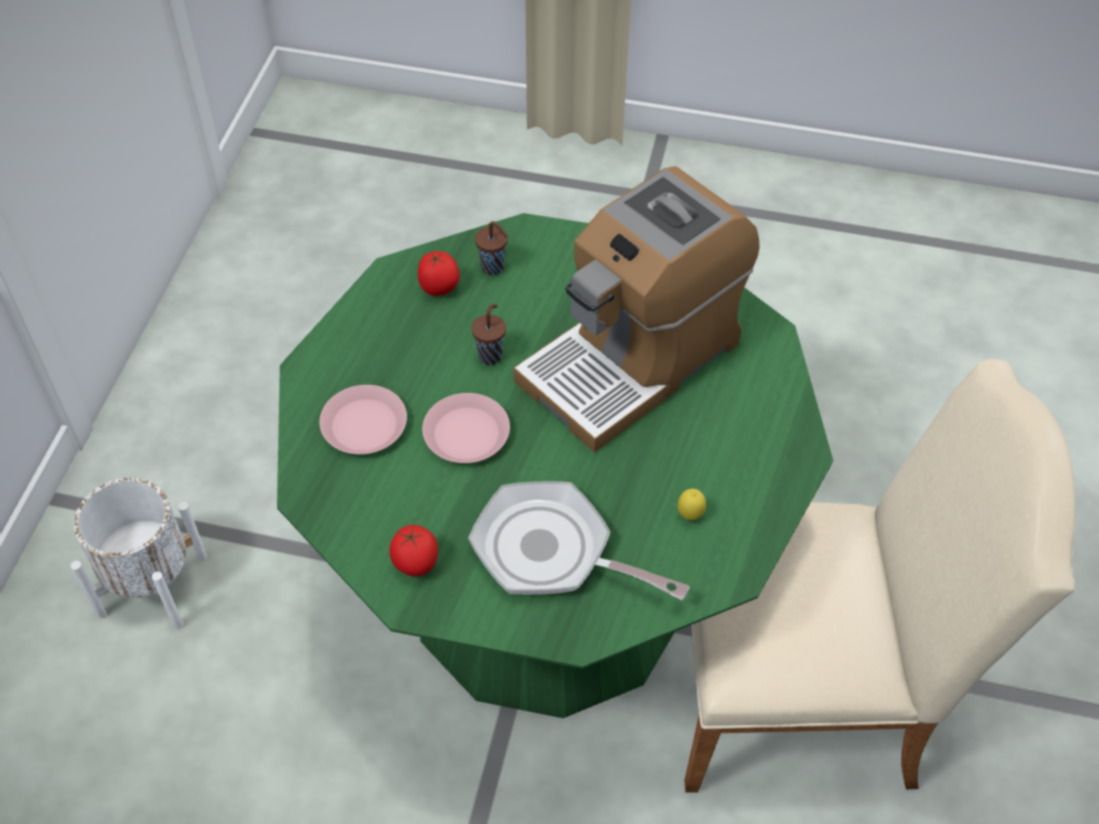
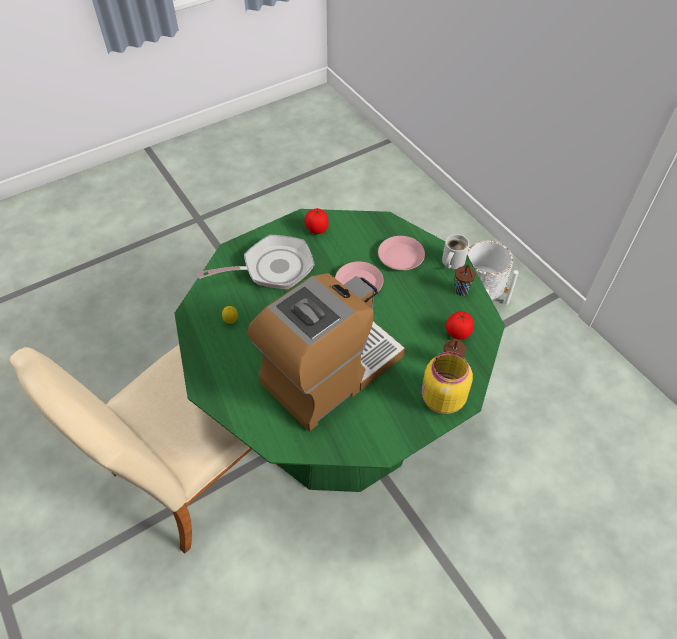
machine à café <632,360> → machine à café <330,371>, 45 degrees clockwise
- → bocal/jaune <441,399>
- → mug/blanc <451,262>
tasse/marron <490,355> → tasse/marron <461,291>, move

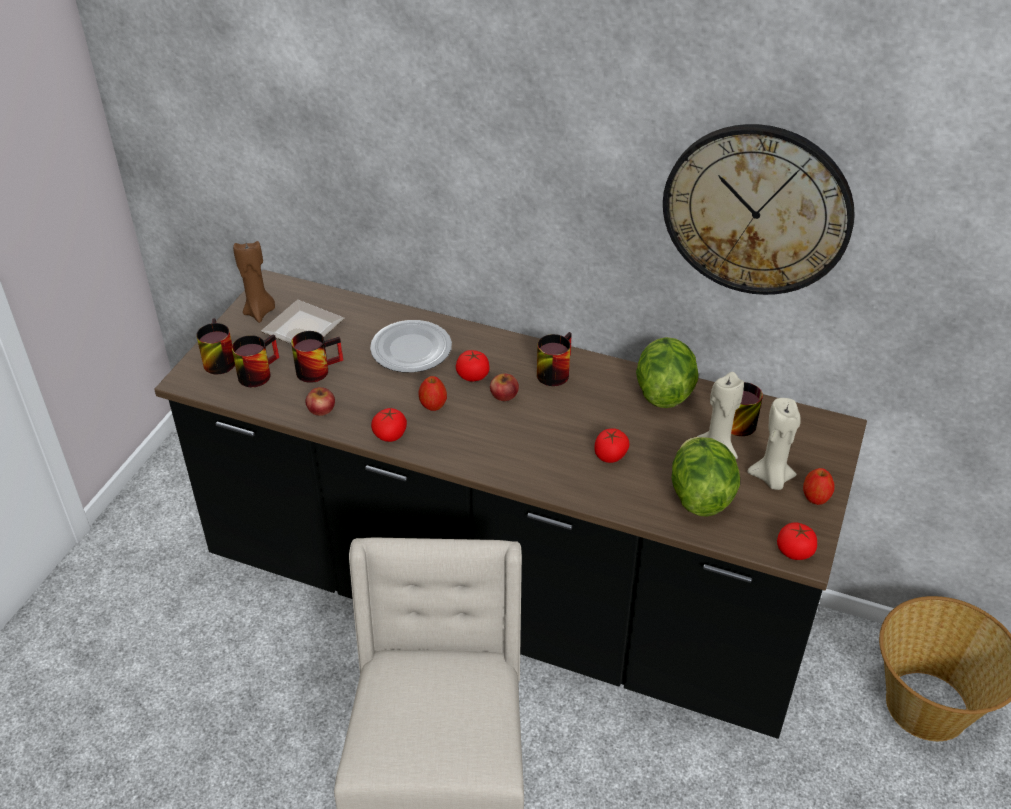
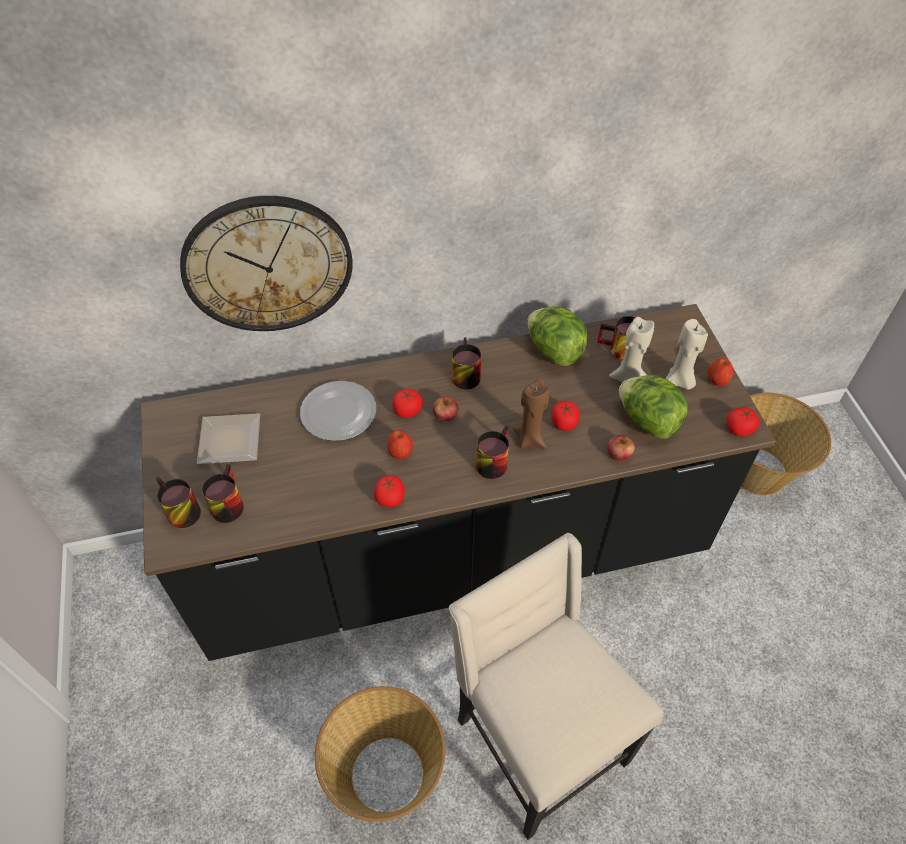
horloge murale <757,210> → horloge murale <267,265>, move
- → panier <386,775>
mug <317,368> → mug <491,460>, move
bougie/marron <260,312> → bougie/marron <530,438>, move
pomme <321,409> → pomme <619,453>, move

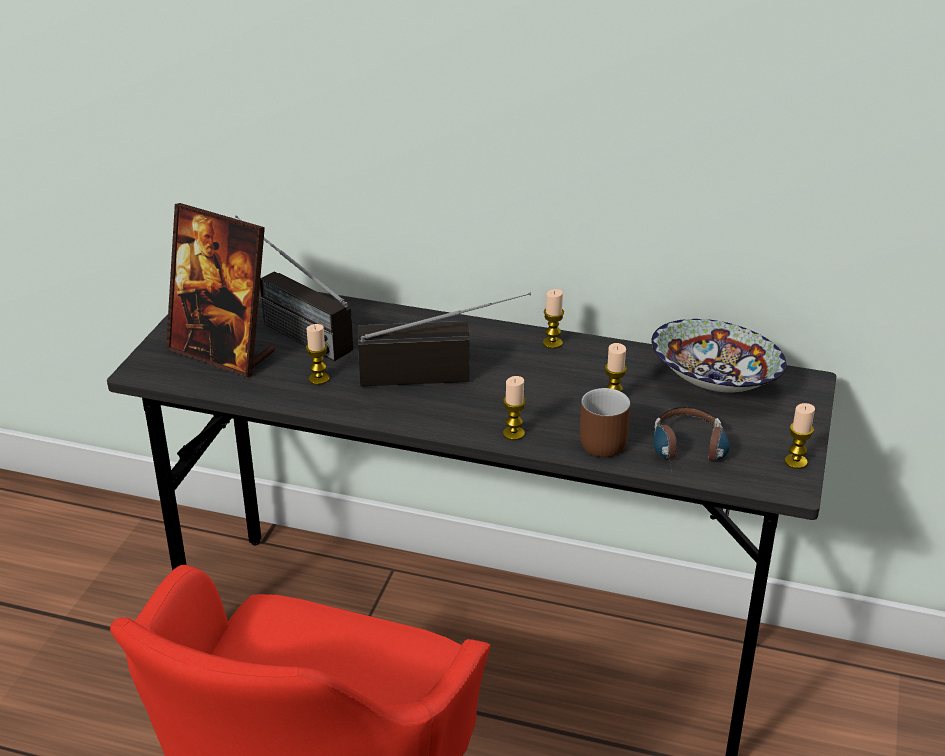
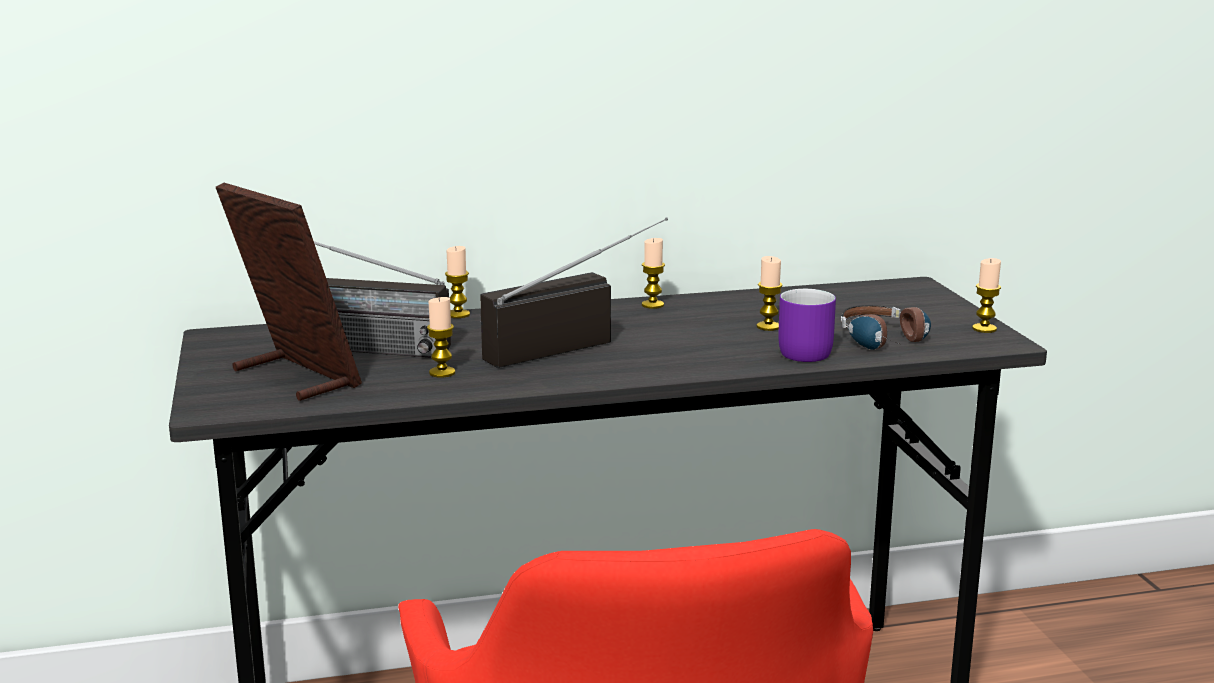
cadre photo <222,352> → cadre photo <294,377>, 135 degrees counterclockwise
bougie <513,434> → bougie <458,314>, move
mug/marron <602,440> → mug/violet <798,351>
bol <713,383> → -

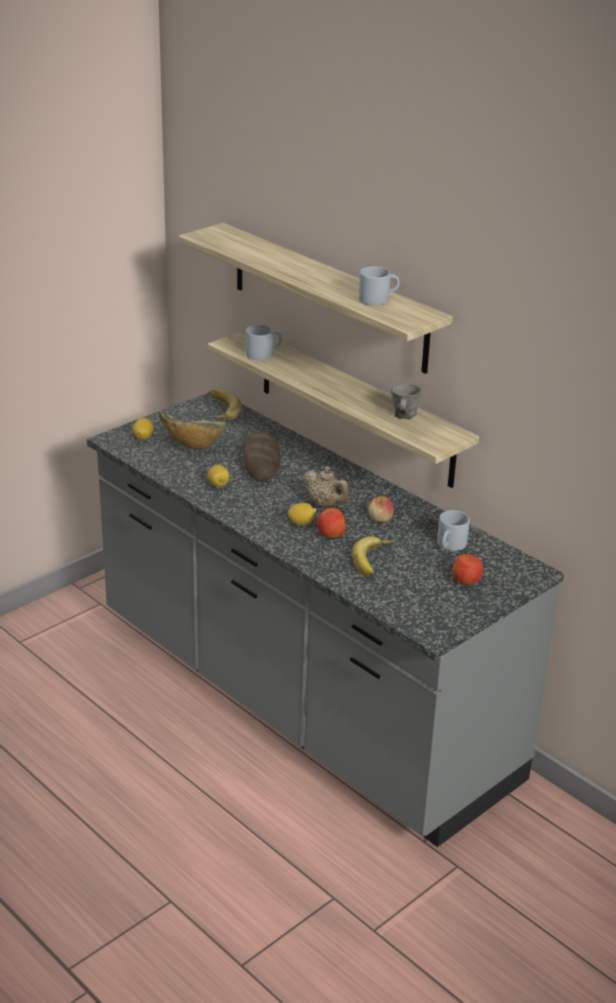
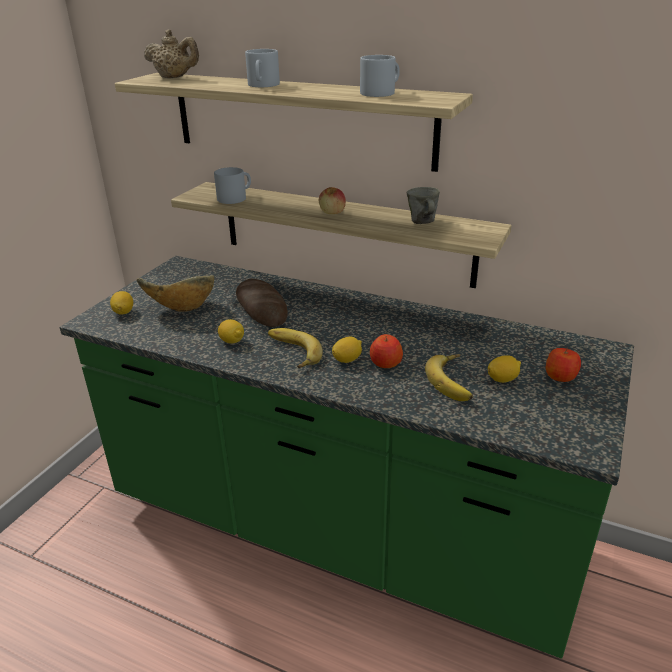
comptoir de cuisine/gris <301,699> → comptoir de cuisine/vert <339,528>
théière/beige <326,504> → théière/beige <175,78>, move
mug/gris <450,545> → mug/gris <263,85>, move
banane <219,408> → banane <291,352>, move
pomme <380,519> → pomme <332,212>, move
- → citron <502,379>

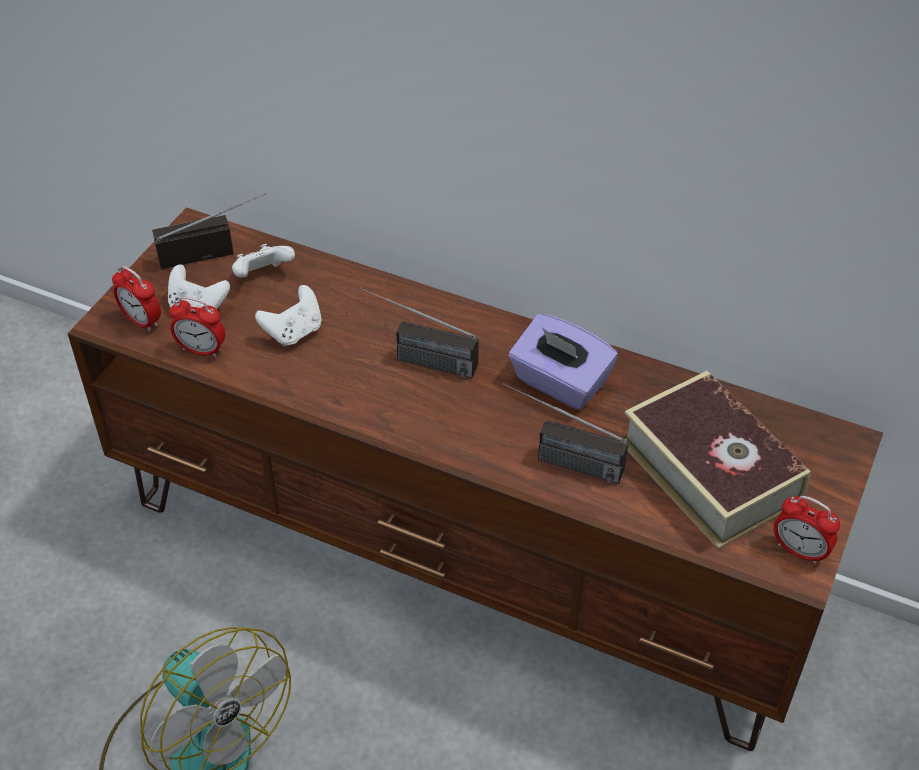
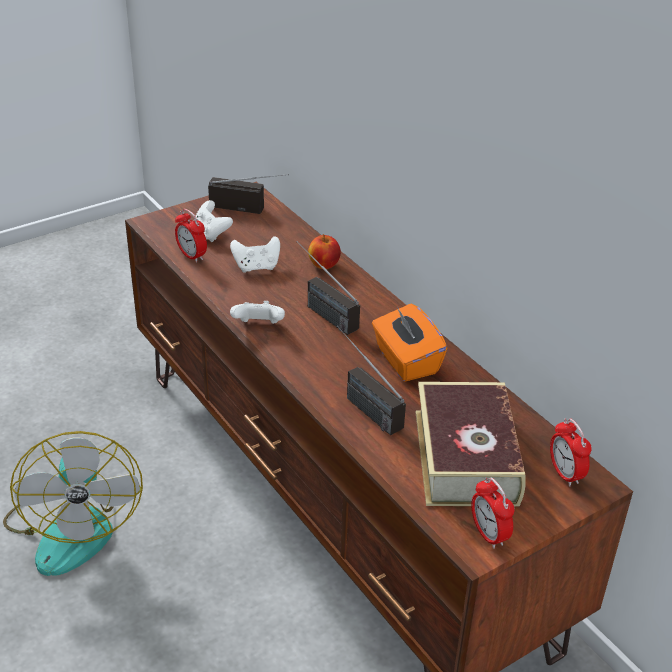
manette/blanc <263,276> → manette/blanc <258,326>, move
- → pomme <324,265>
boîte à mouchoirs/violet <560,383> → boîte à mouchoirs/orange <406,361>
réveil <142,321> → réveil <565,474>, move

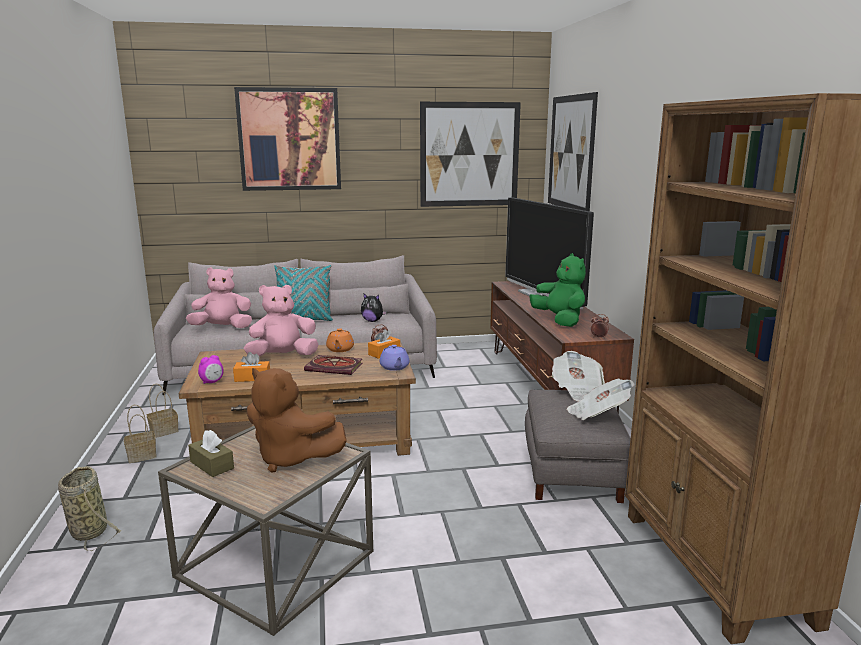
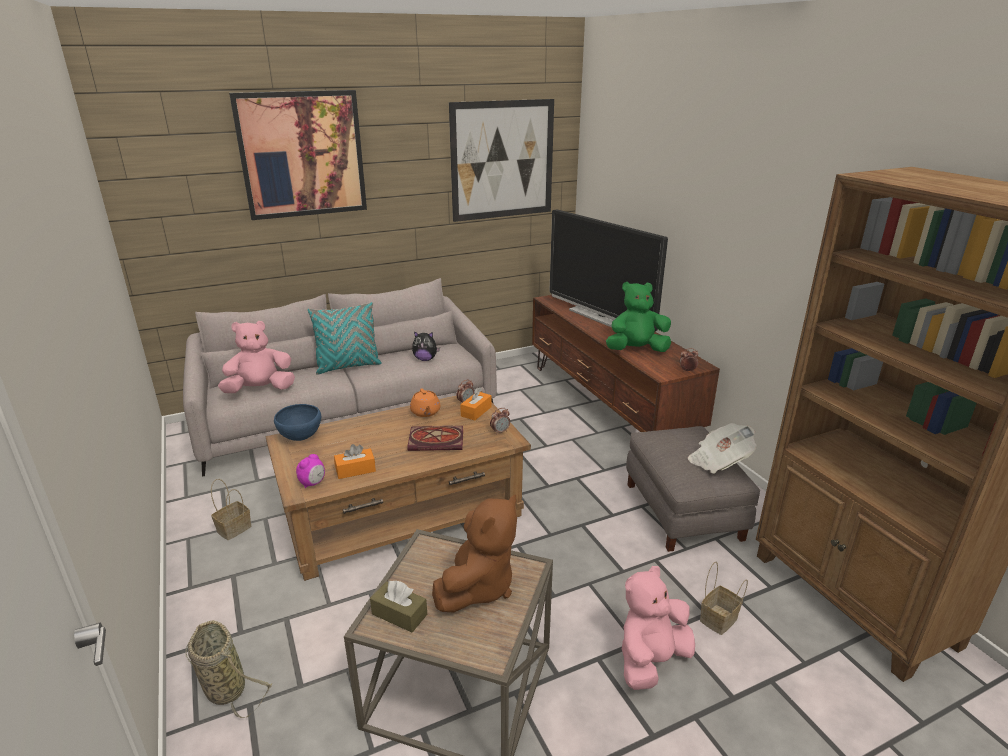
- → bol/bleu <300,438>
peluche/marron <291,458> → peluche/marron <478,586>, 75 degrees counterclockwise
théière/violet <394,367> → réveil <500,432>
peluche/vert <559,320> → peluche/vert <636,350>, 60 degrees counterclockwise
peluche/rose <282,356> → peluche/rose <651,660>, move
panier <141,456> → panier <718,620>, move
tableau <571,153> → -
journal <577,390> → -

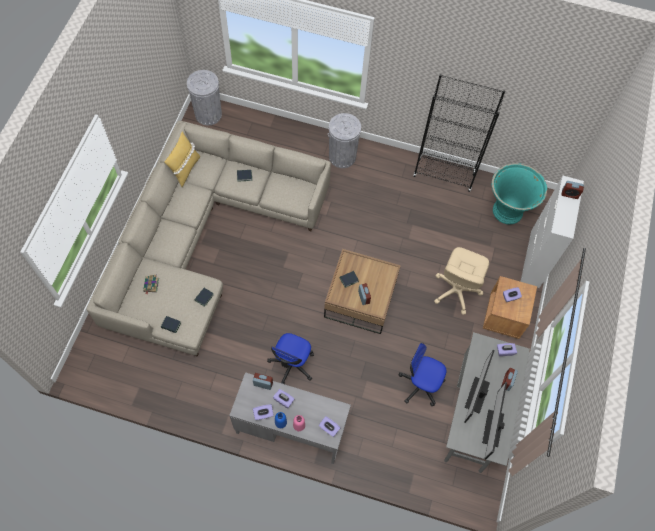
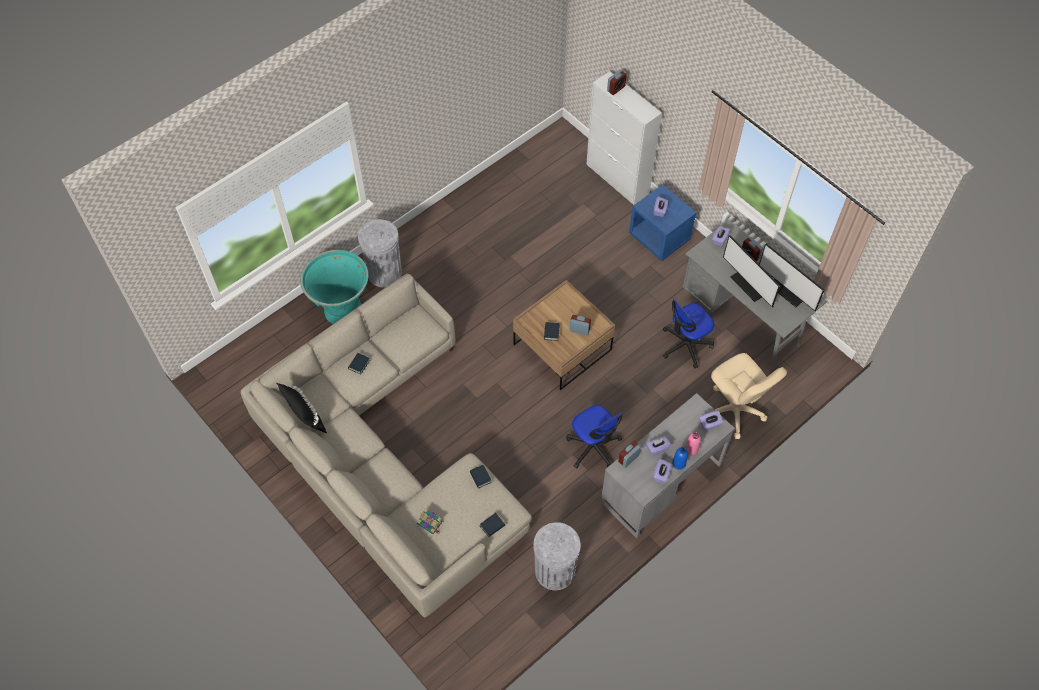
coussin/jaune <185,169> → coussin/noir <305,419>
cache-pot/turquoise <507,210> → cache-pot/turquoise <342,309>, move
poubelle/gris <208,114> → poubelle/gris <555,571>, move
table de chevet/marron <504,316> → table de chevet/bleu <659,237>
chaise de bureau/beige <456,291> → chaise de bureau/beige <734,410>, move
bibliothèque/noir <444,174> → -

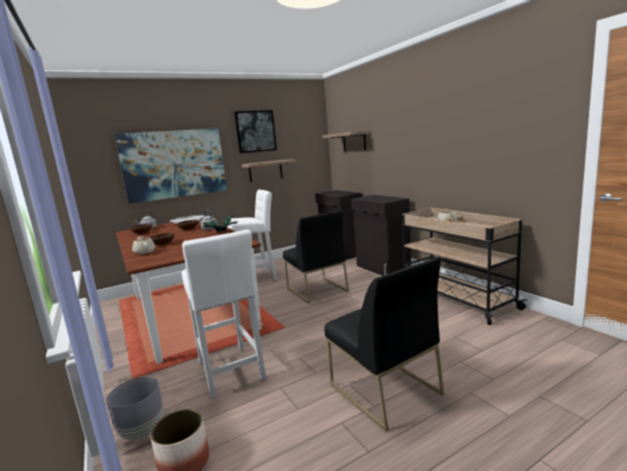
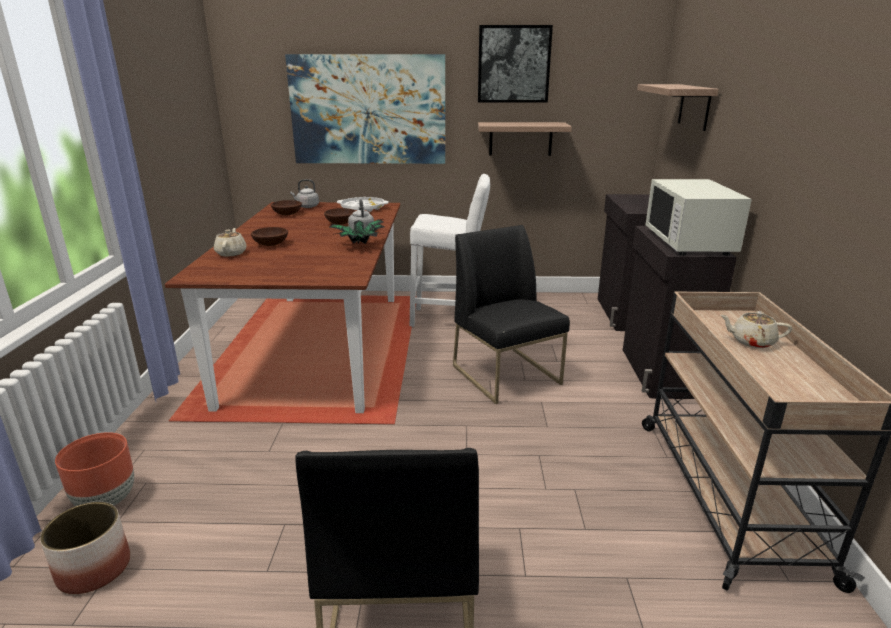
cache-pot/gris <142,431> → cache-pot/marron <107,500>
chaise/noir <316,290> → chaise/noir <507,375>, 150 degrees clockwise
- → micro-ondes/blanc <689,242>
tabouret/blanc <231,372> → -

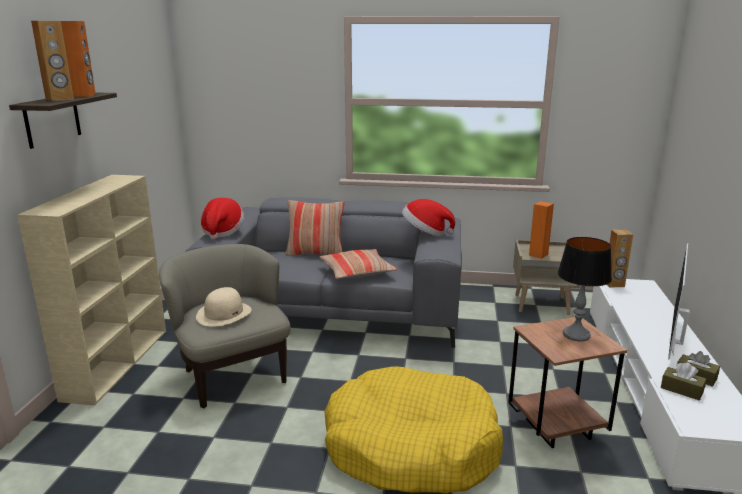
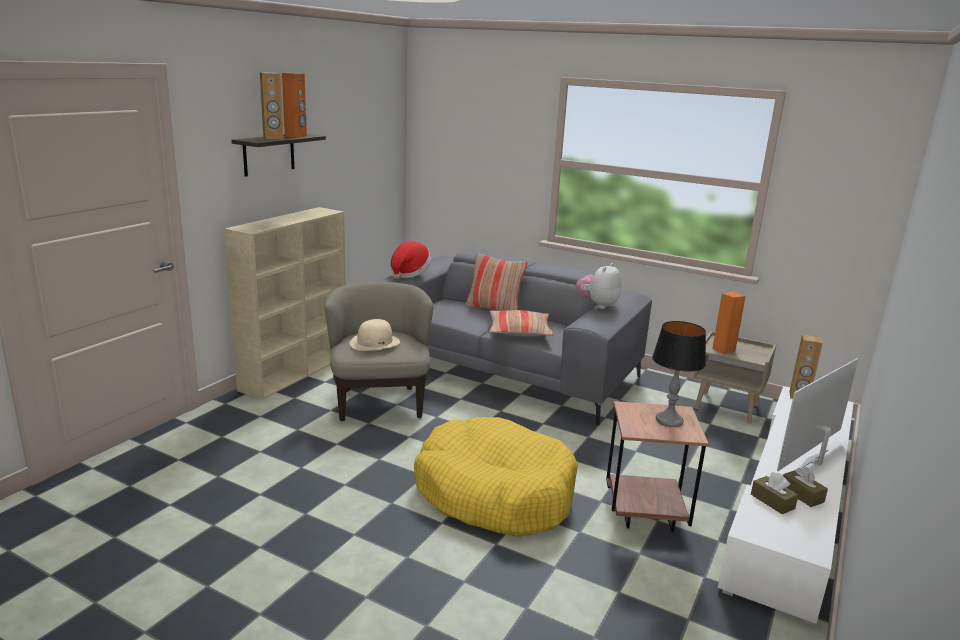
chapeau <425,233> → peluche <598,305>

